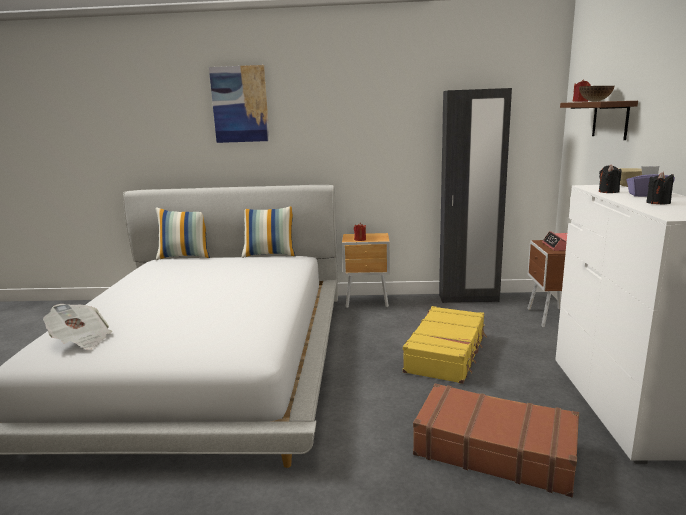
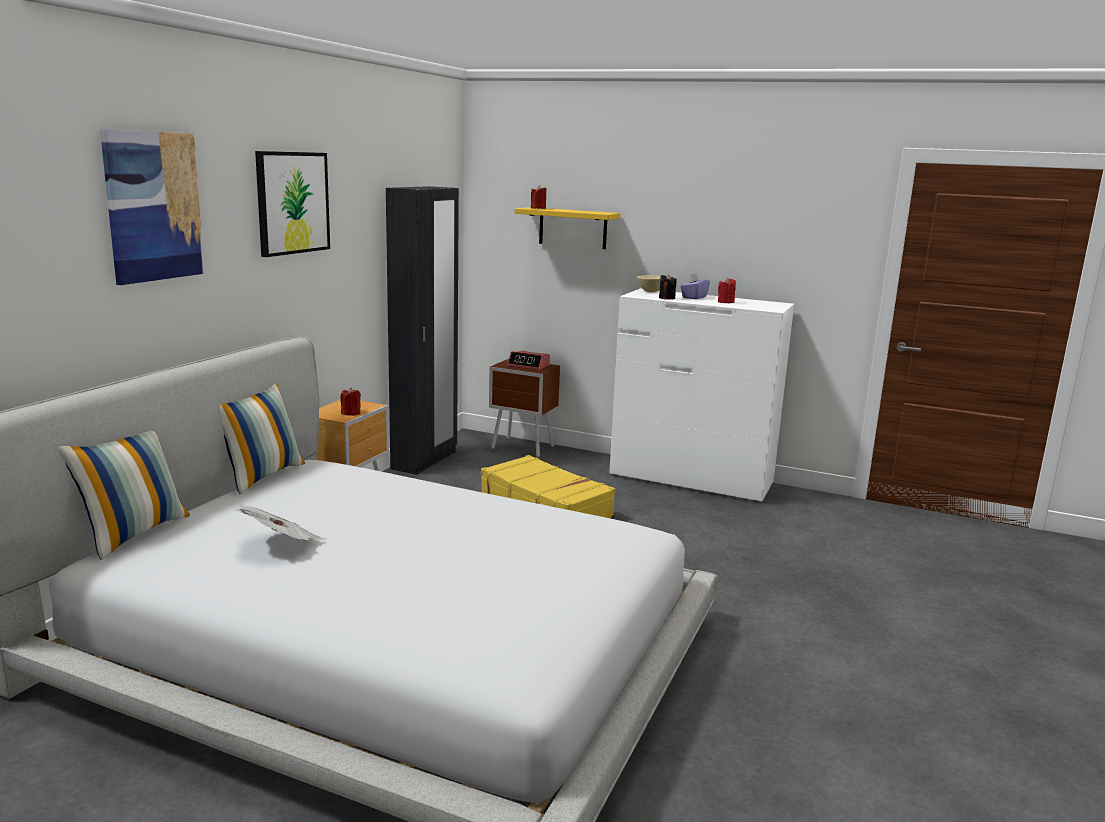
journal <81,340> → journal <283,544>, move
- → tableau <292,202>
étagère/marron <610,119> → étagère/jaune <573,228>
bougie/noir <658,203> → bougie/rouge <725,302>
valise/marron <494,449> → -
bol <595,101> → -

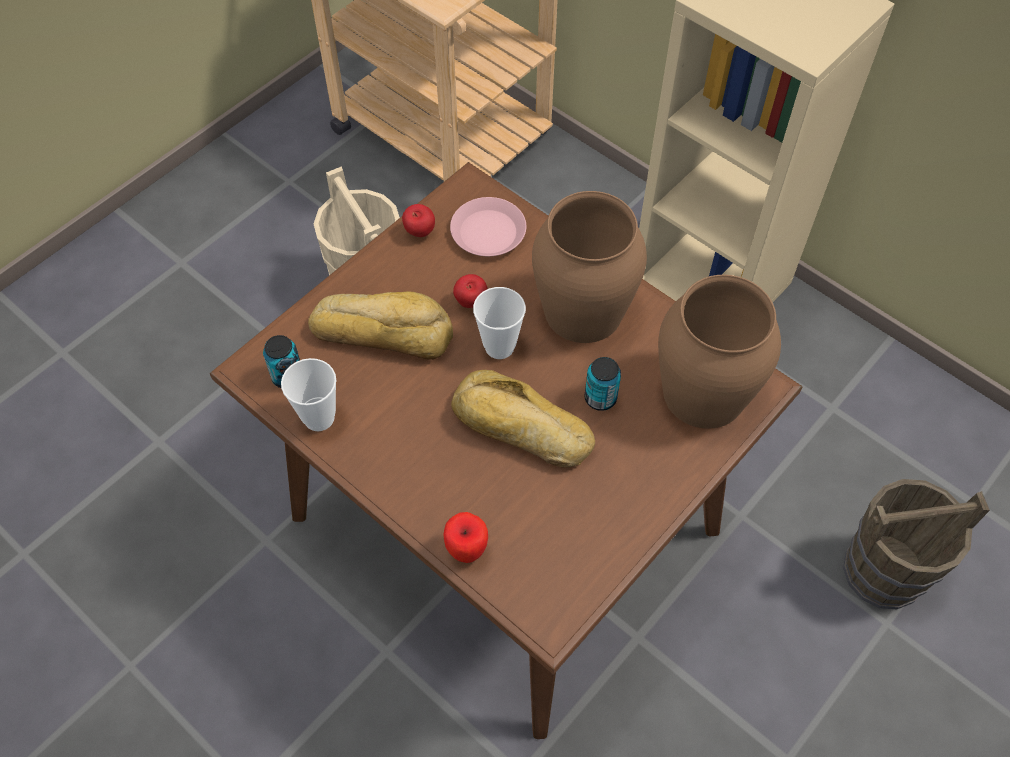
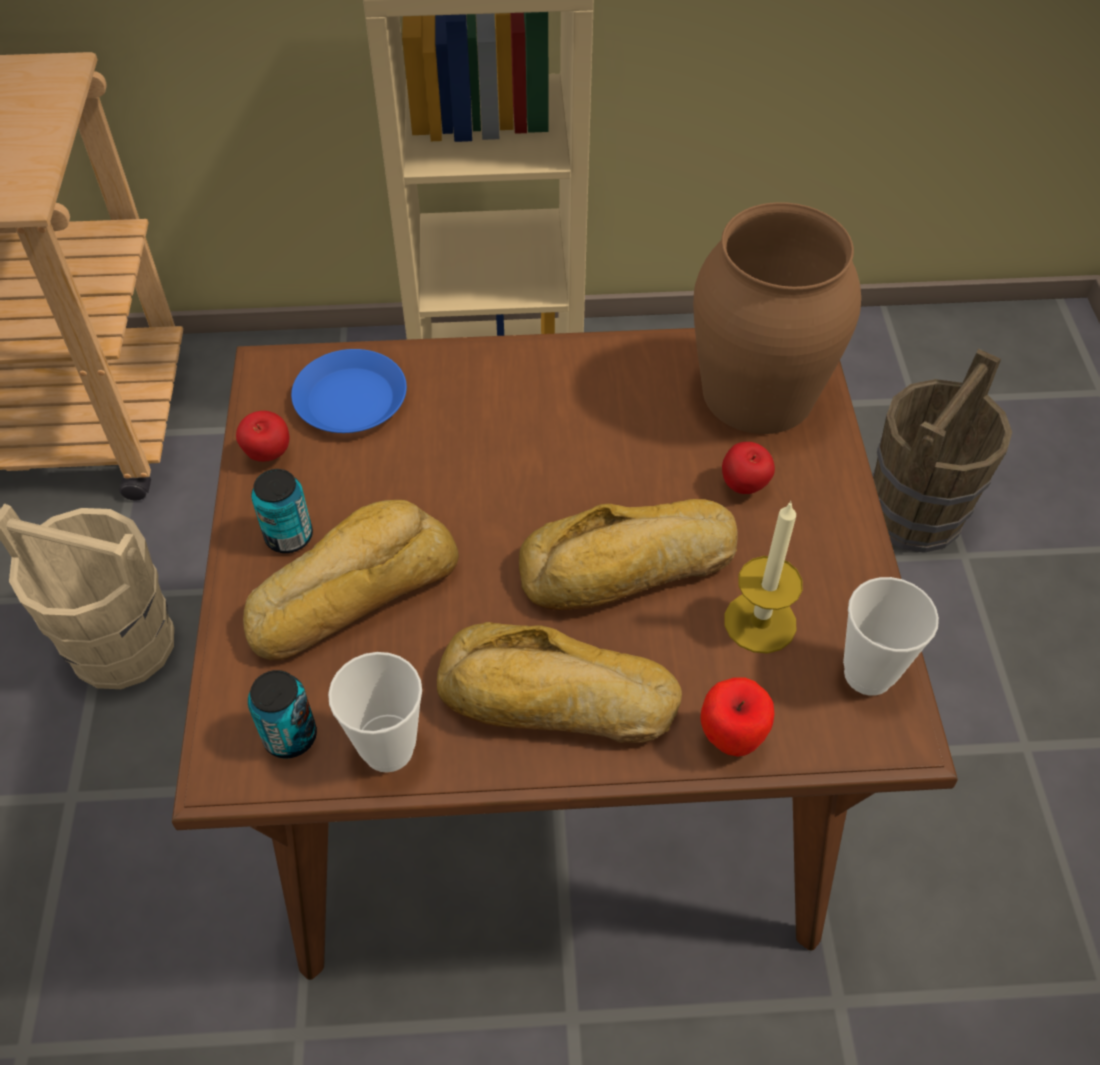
boîte métallique <600,398> → boîte métallique <289,536>, move
assiette/rose <488,232> → assiette/bleu <350,400>
- → pain <556,701>
pomme <471,303> → pomme <744,487>, move
- → bougie <760,622>
tasse <499,347> → tasse <868,674>, move
vase/marron <582,310> → -

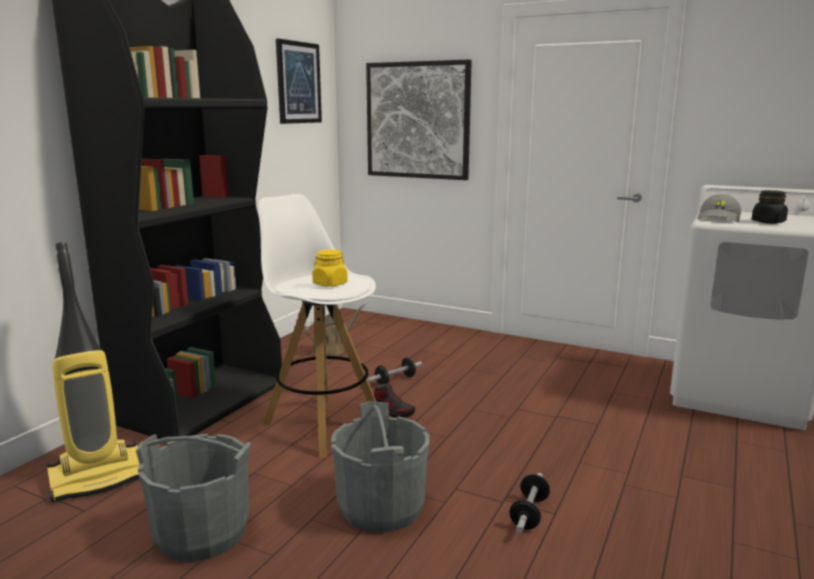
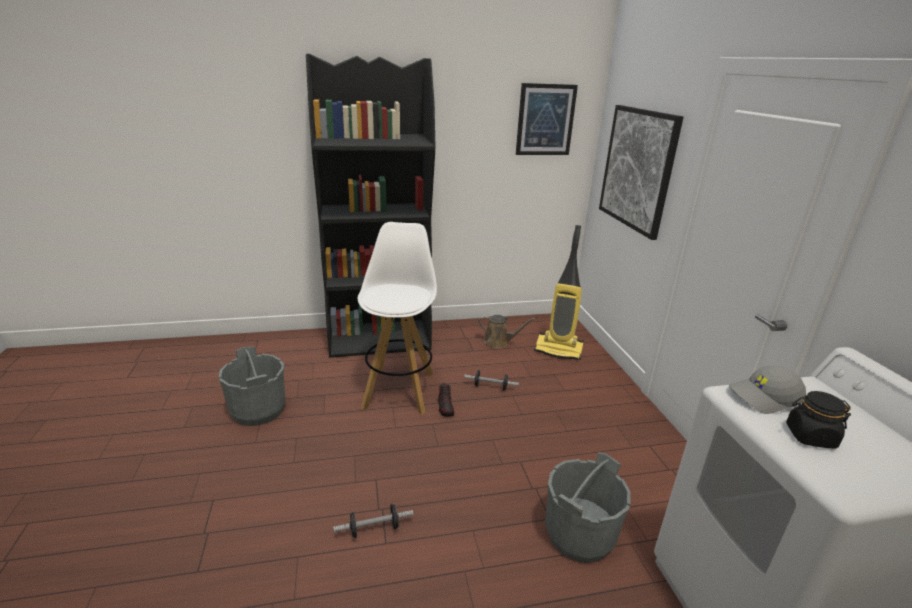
aspirateur <99,478> → aspirateur <559,350>, move
seau/gris <382,508> → seau/gris <579,534>, move
bocal/jaune <330,284> → -

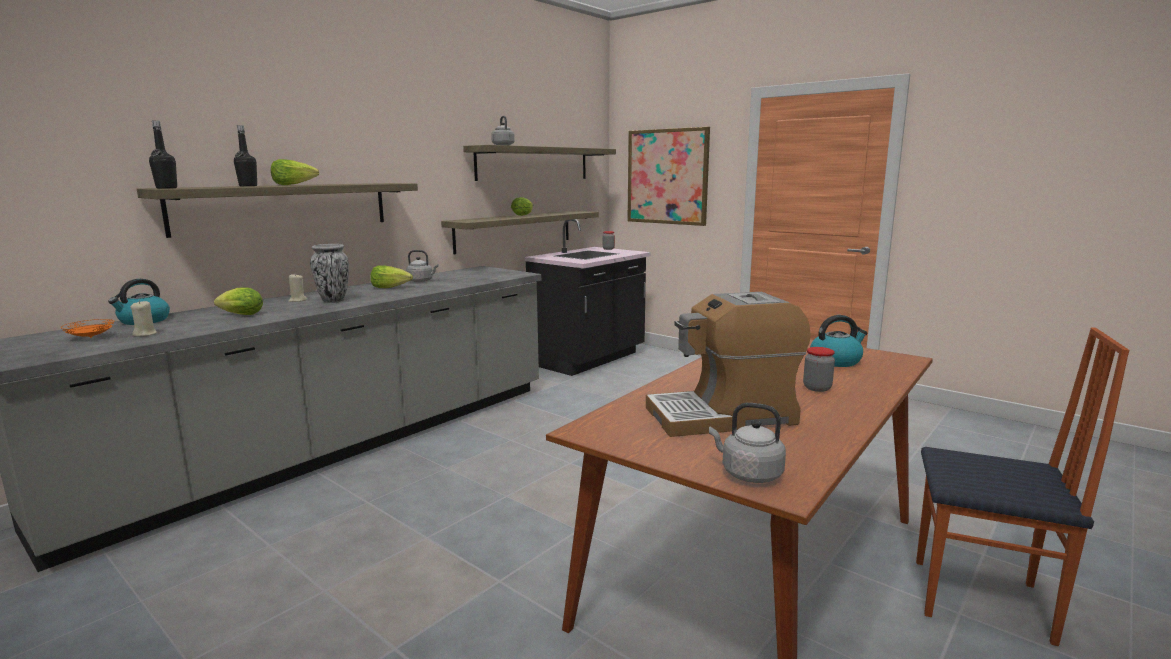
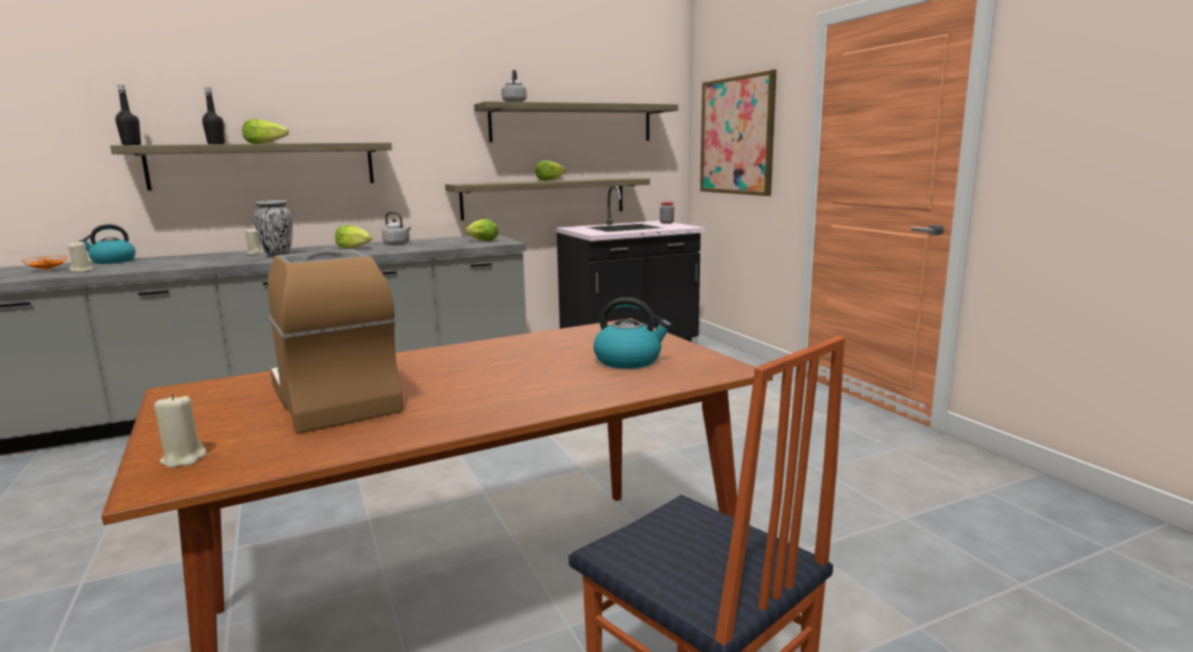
bouilloire/gris <748,474> → bougie/beige <184,459>
machine à café <723,416> → machine à café <334,399>, 45 degrees clockwise
laitue <239,315> → laitue <481,241>, move
bocal <817,388> → -

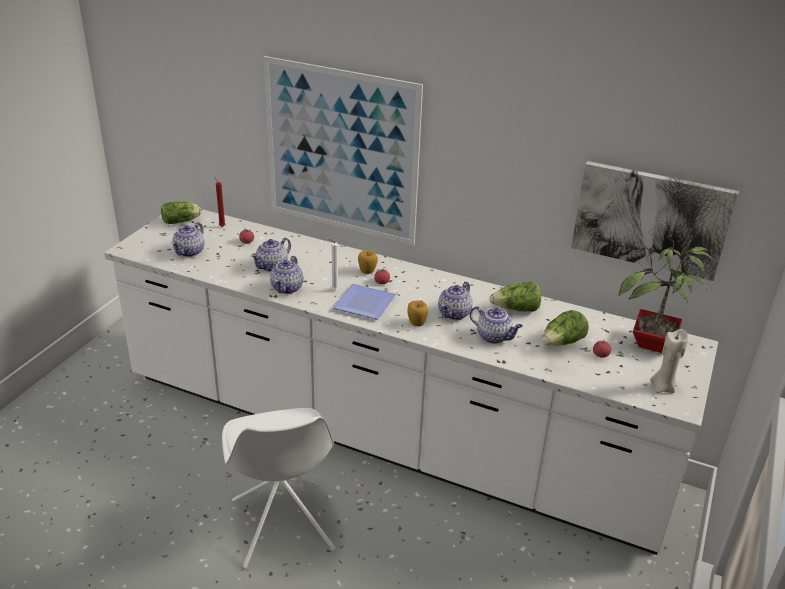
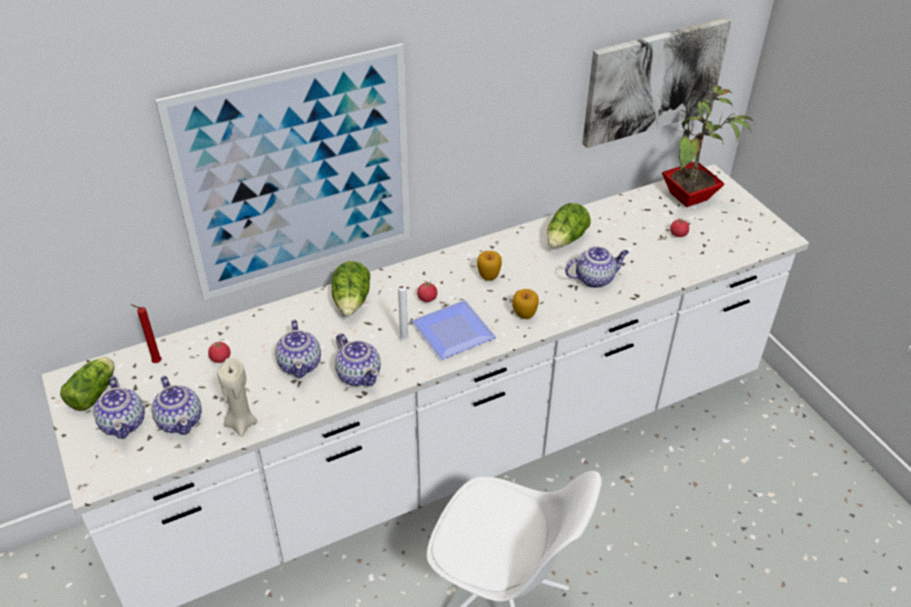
théière <455,313> → théière <124,423>, move
bougie/beige <662,387> → bougie/beige <241,423>, move
laitue <562,342> → laitue <352,302>, move
pomme <367,271> → pomme <488,276>, move

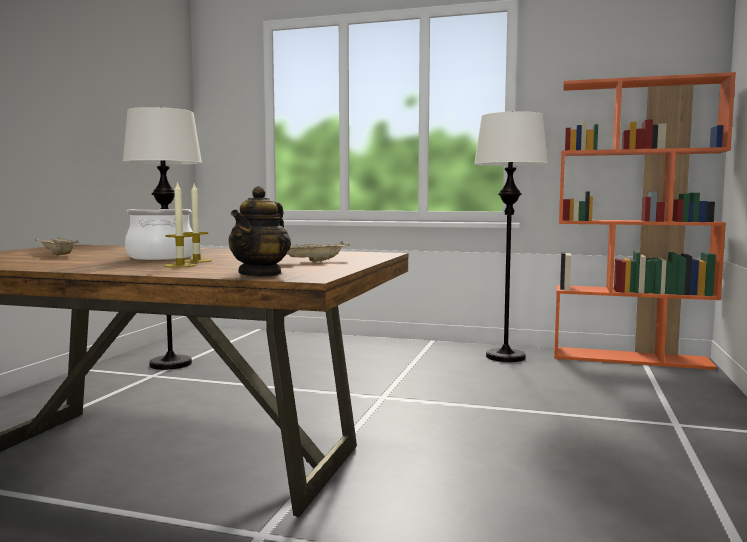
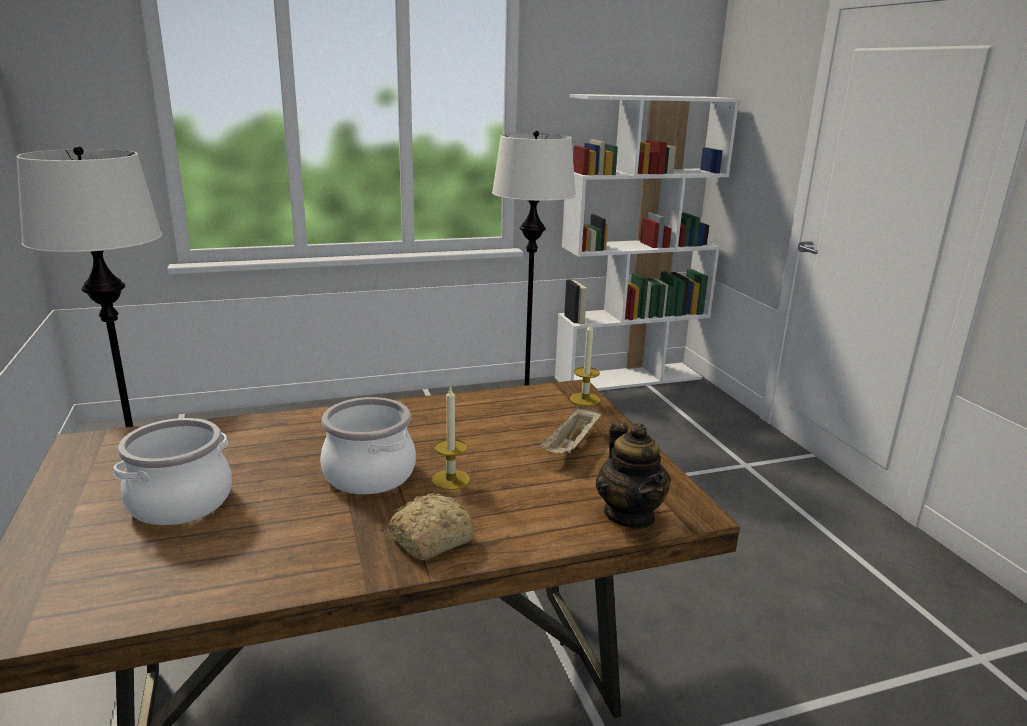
plateau/beige <56,254> → marmite <181,502>
- → pain <429,540>
bibliothèque/orange <631,358> → bibliothèque/blanc <629,378>
bougie <180,265> → bougie <585,399>, move

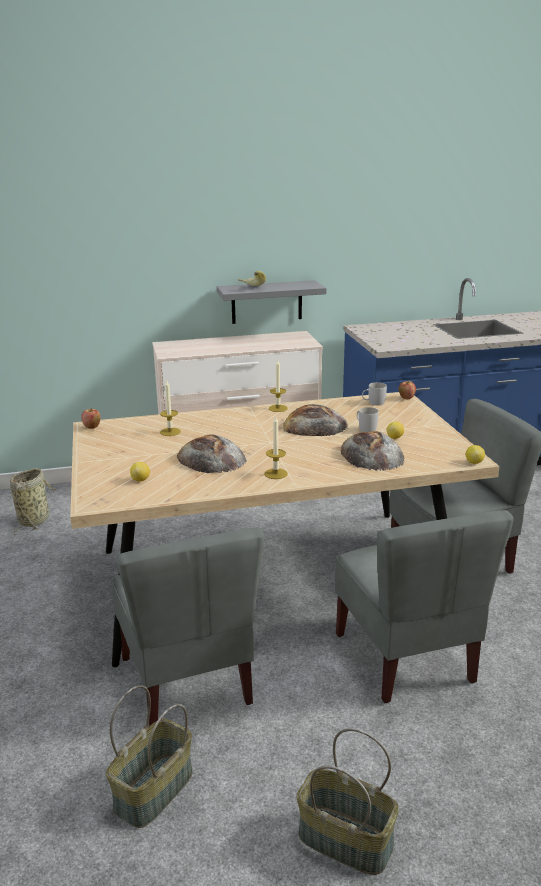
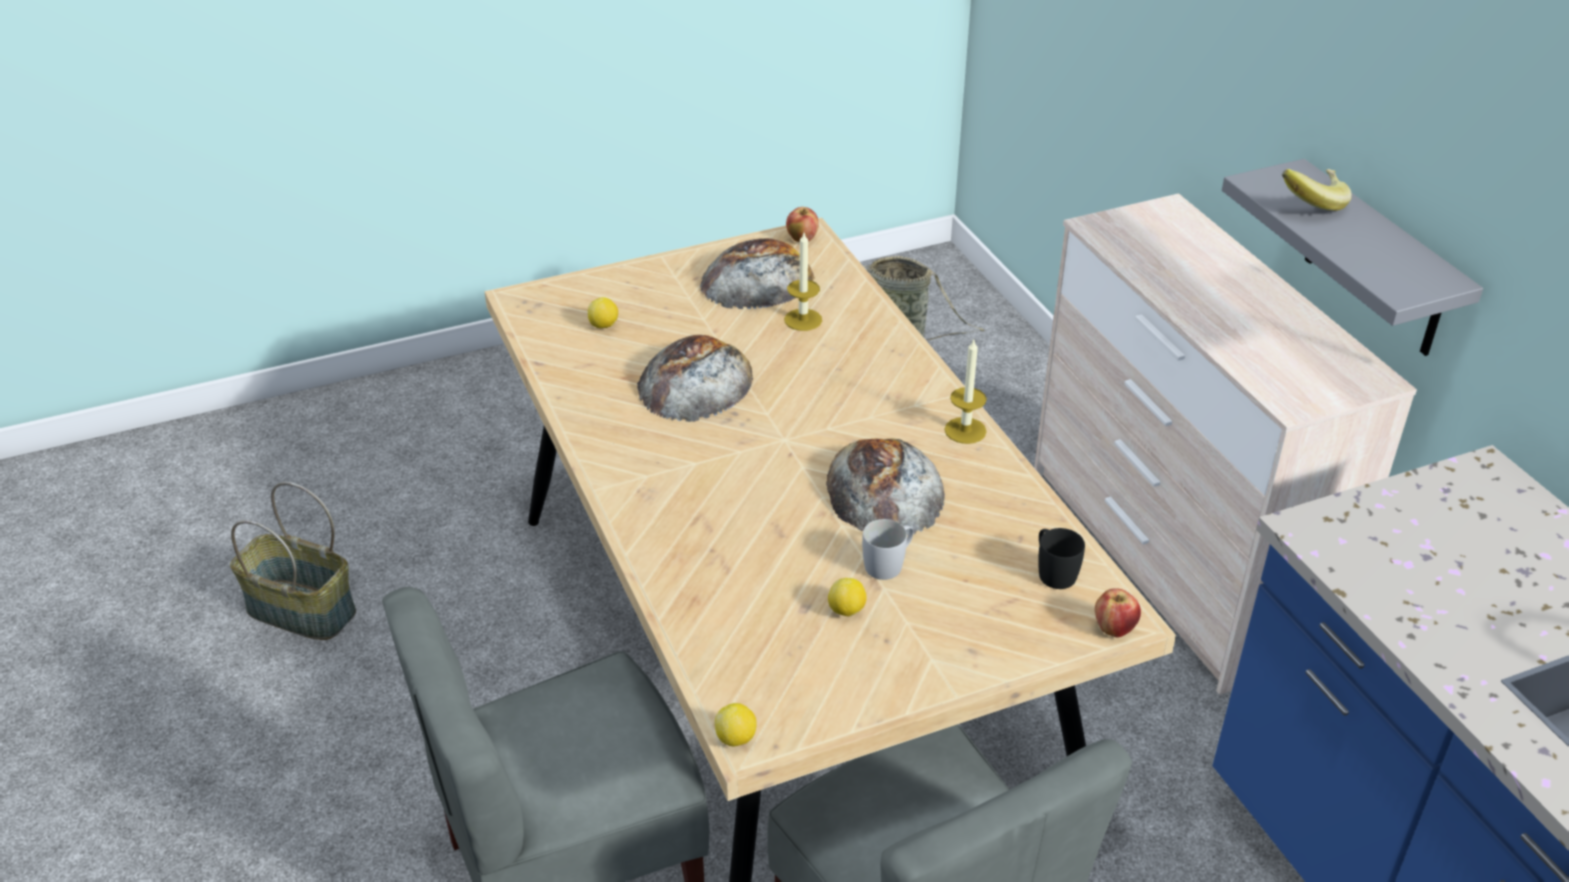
pain <371,455> → pain <757,279>, move
mug/blanc <373,403> → mug/noir <1053,571>
chaise/gris <188,680> → -
bougie <276,474> → -
panier <344,841> → -

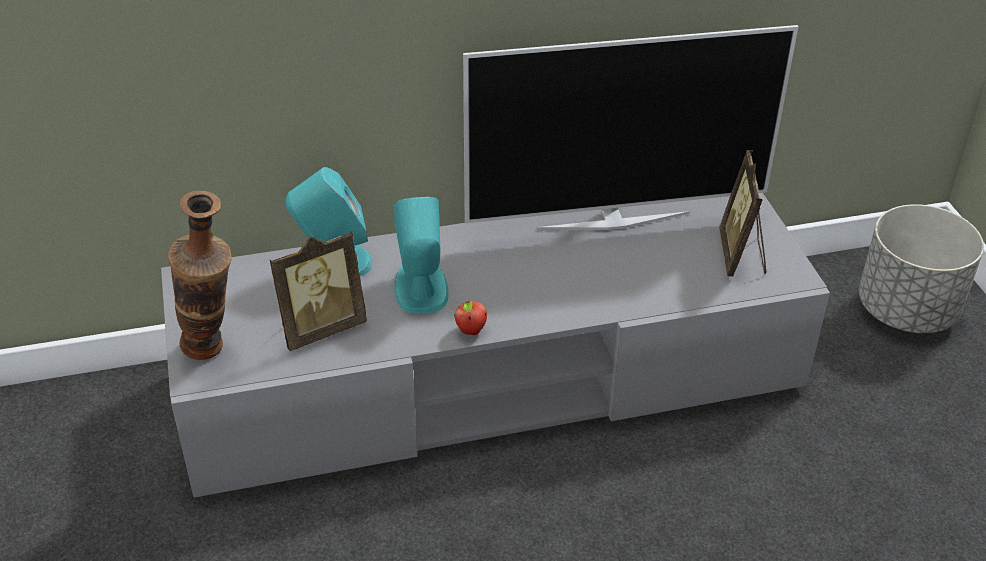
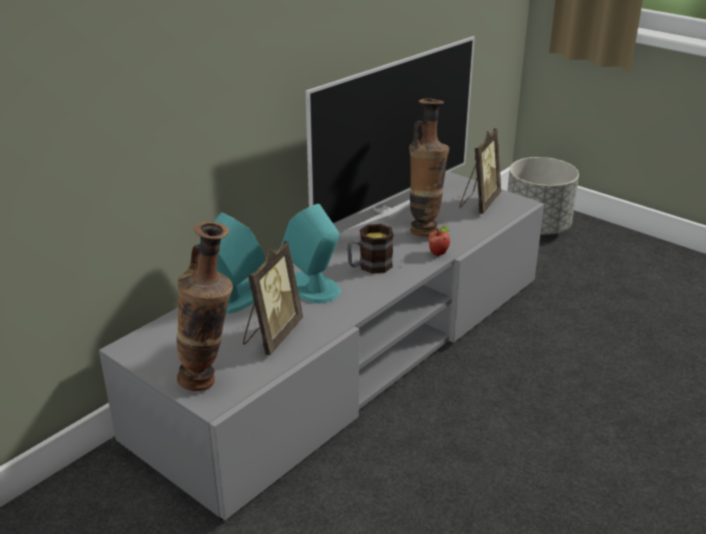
- → mug <369,266>
- → vase <424,229>
pomme <471,331> → pomme <439,253>, move
cadre photo <742,255> → cadre photo <479,203>, 120 degrees counterclockwise

